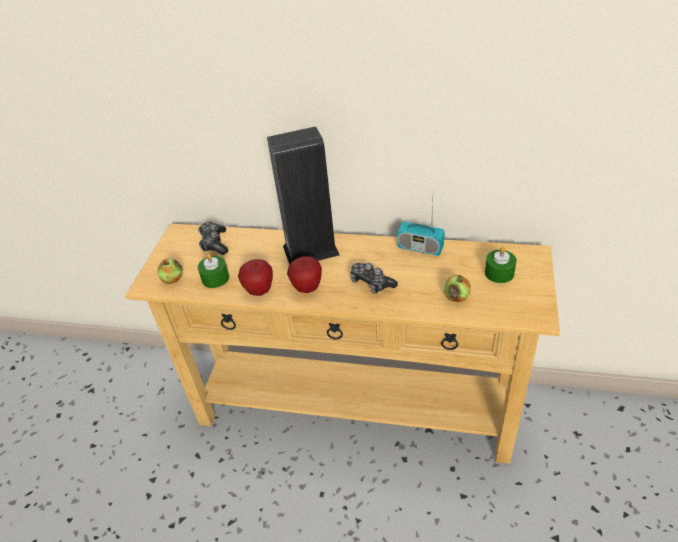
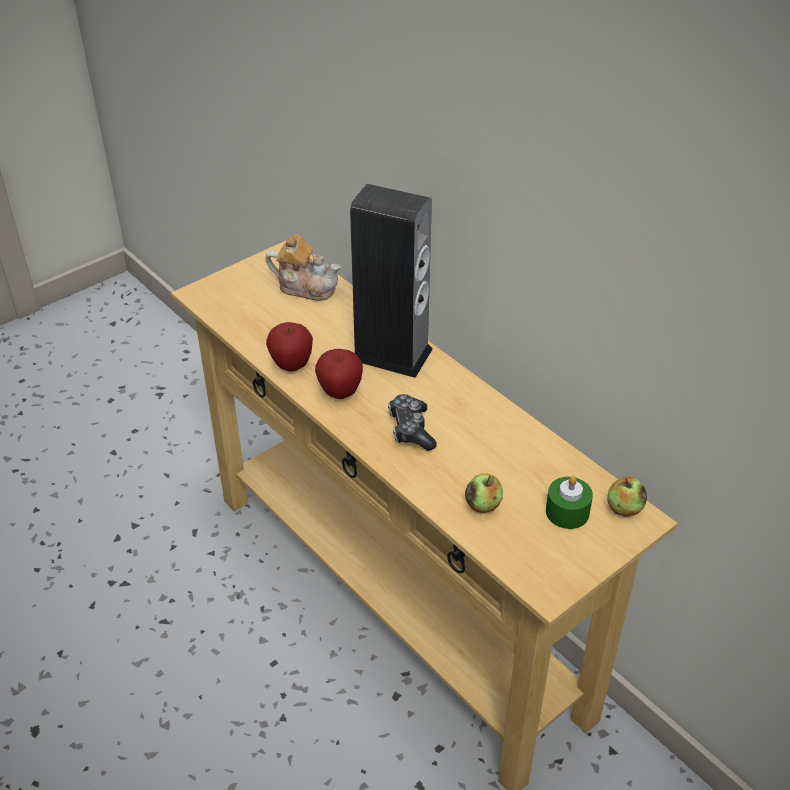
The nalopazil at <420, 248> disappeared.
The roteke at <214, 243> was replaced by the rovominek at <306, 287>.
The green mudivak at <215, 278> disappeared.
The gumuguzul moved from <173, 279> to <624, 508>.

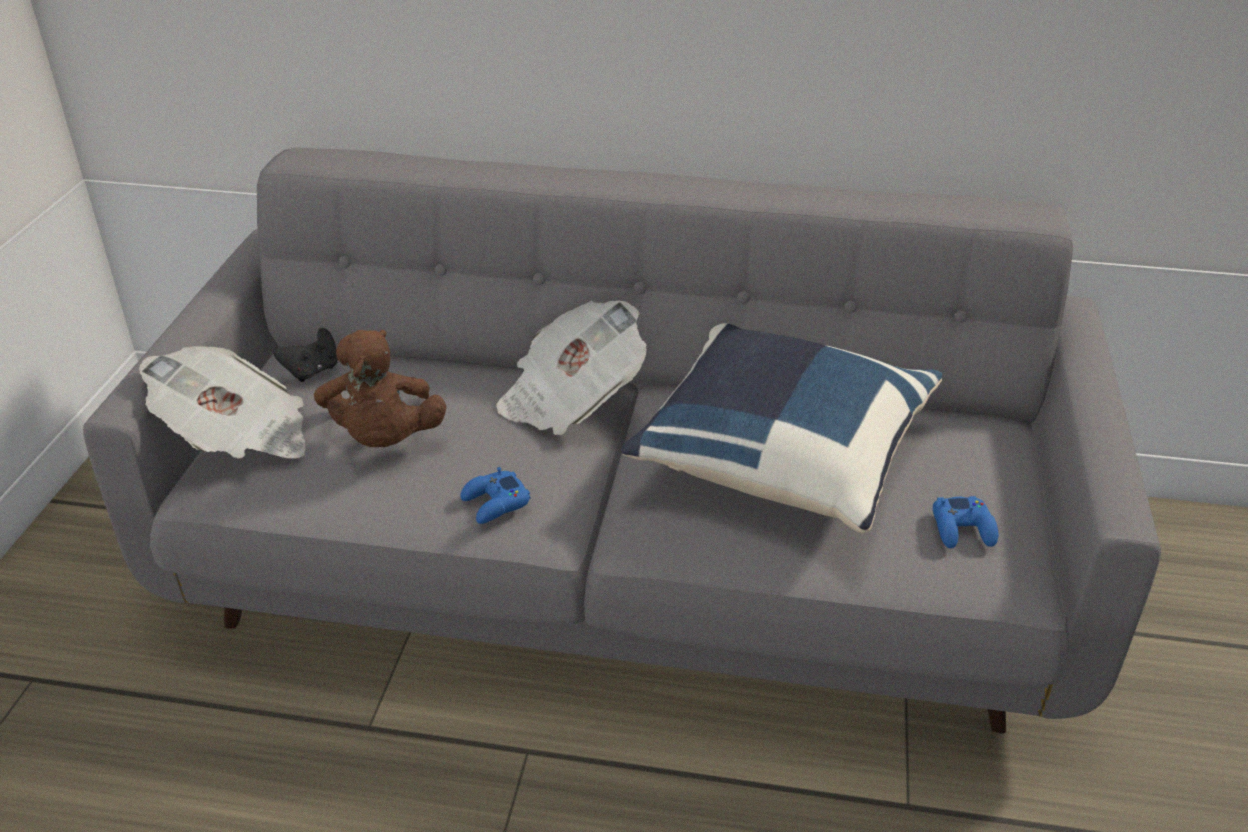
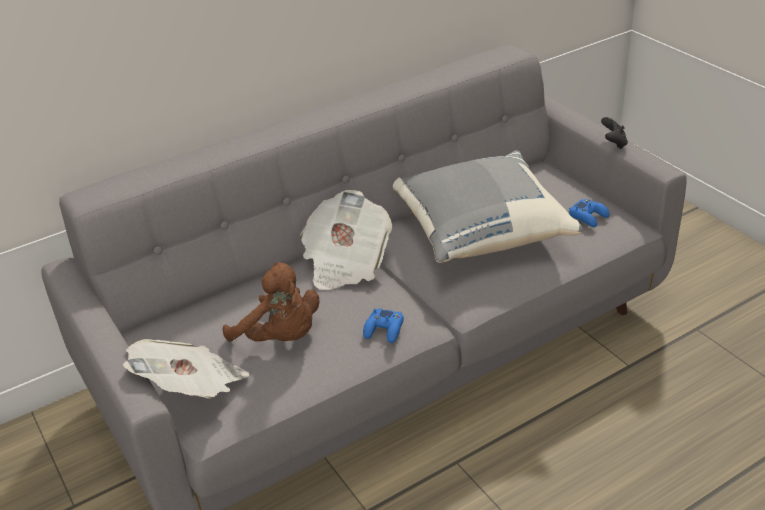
The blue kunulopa at <780, 457> became the grey kunulopa at <480, 231>.
The black roteke moved from <312, 371> to <613, 143>.

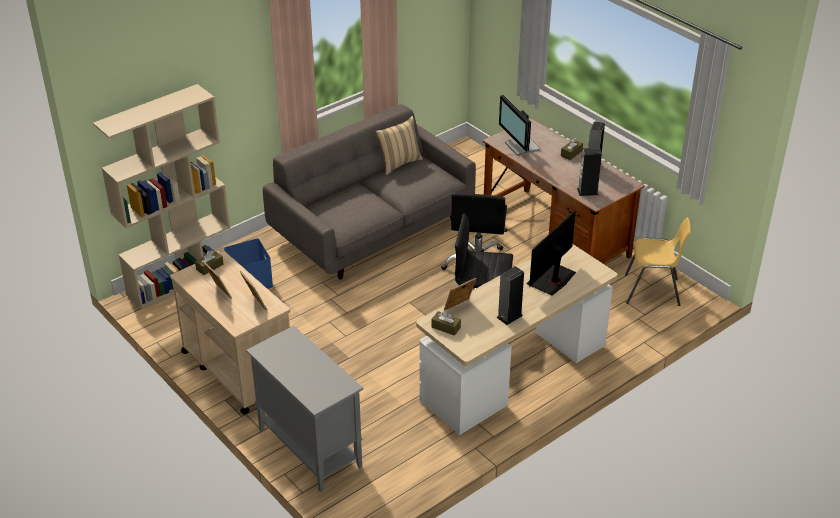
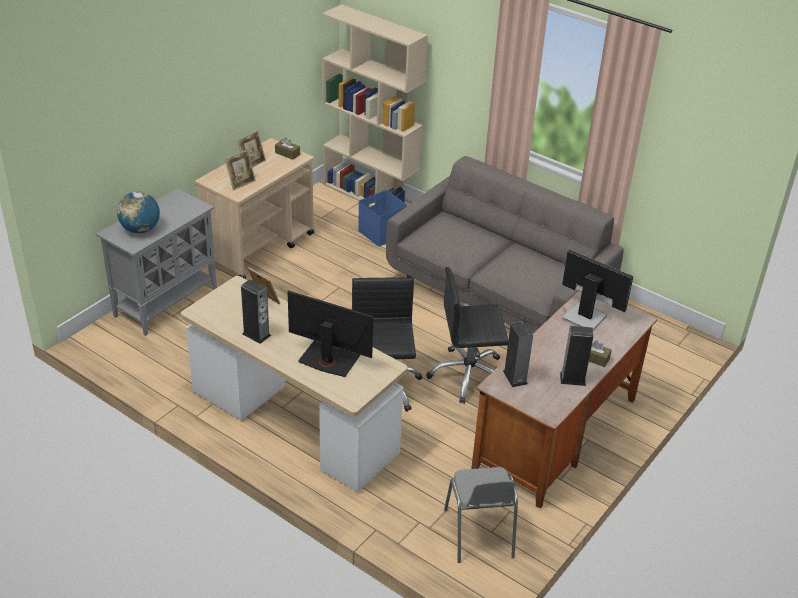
The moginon at <521, 147> turned 75 degrees clockwise.
The beige kunulopa at <399, 163> disappeared.
The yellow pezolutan at <652, 291> became the grey pezolutan at <479, 534>.
The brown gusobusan at <446, 327> disappeared.
The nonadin at <140, 229> appeared.

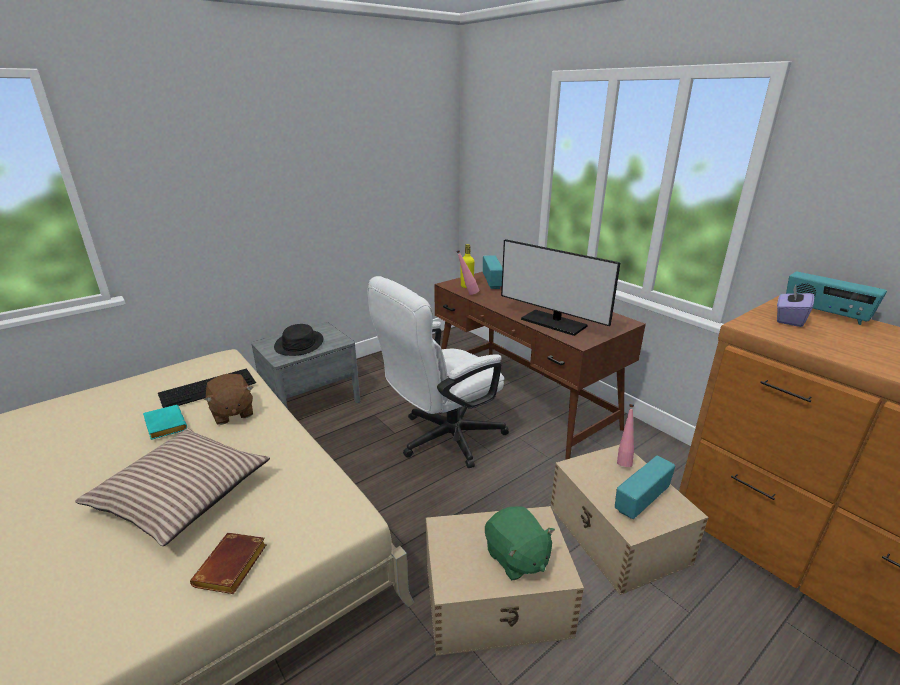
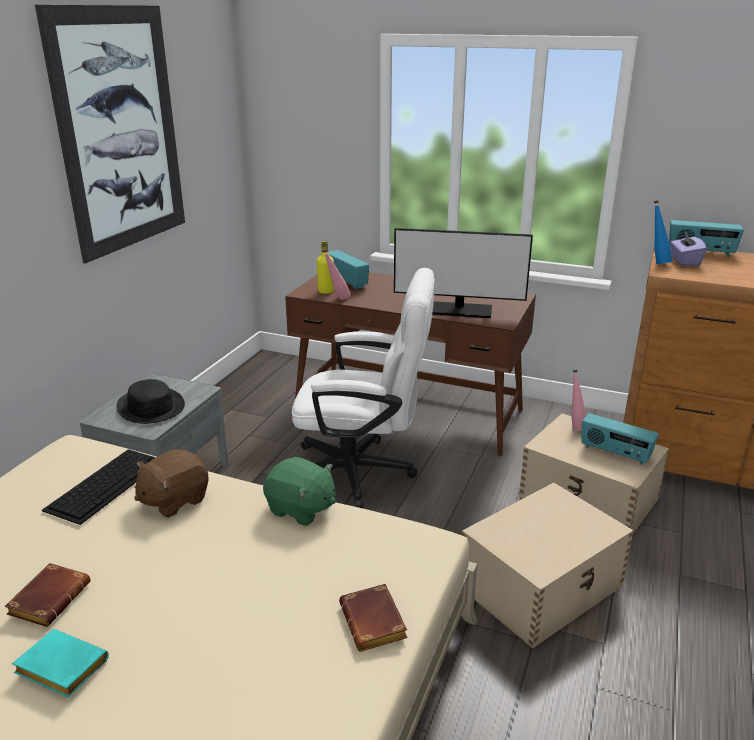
The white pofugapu at <442, 439> turned 105 degrees counterclockwise.
The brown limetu at <232, 413> turned 105 degrees clockwise.
The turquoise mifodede moved from <164, 425> to <59, 668>.
The kunulopa at <182, 494> disappeared.
The nalopazil at <640, 500> turned 75 degrees counterclockwise.
The green limetu moved from <516, 558> to <301, 509>.
The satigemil at <120, 131> appeared.
The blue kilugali at <656, 263> appeared.
The brown mifodede at <50, 598> appeared.

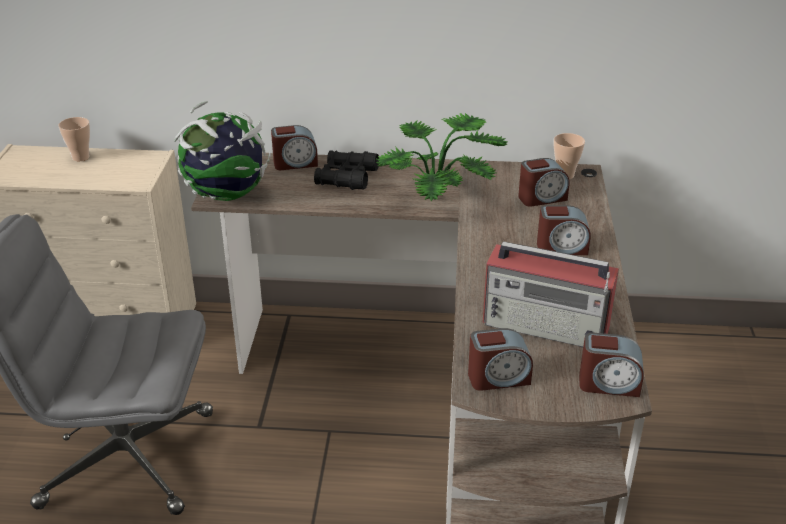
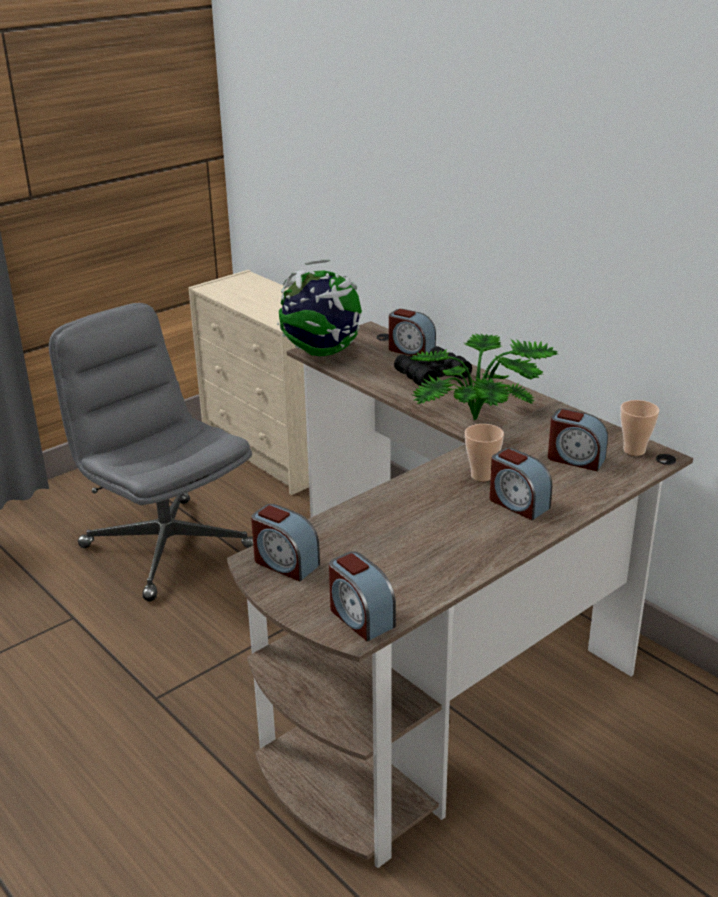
The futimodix moved from <80, 157> to <482, 476>.
The nalopazil at <547, 326> disappeared.

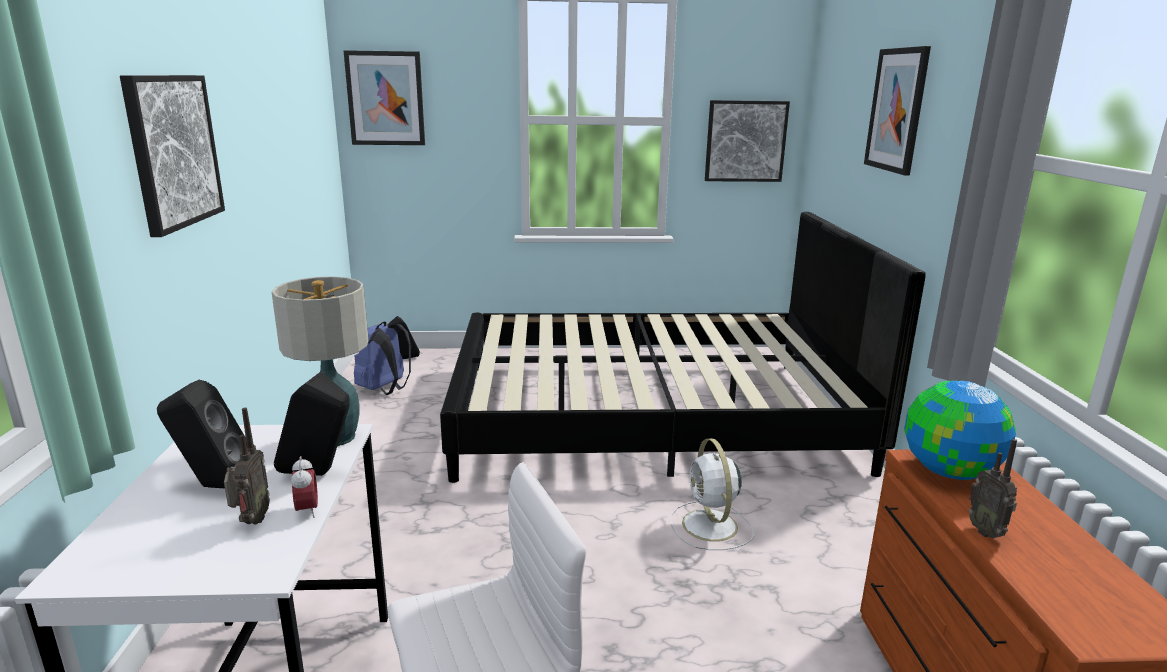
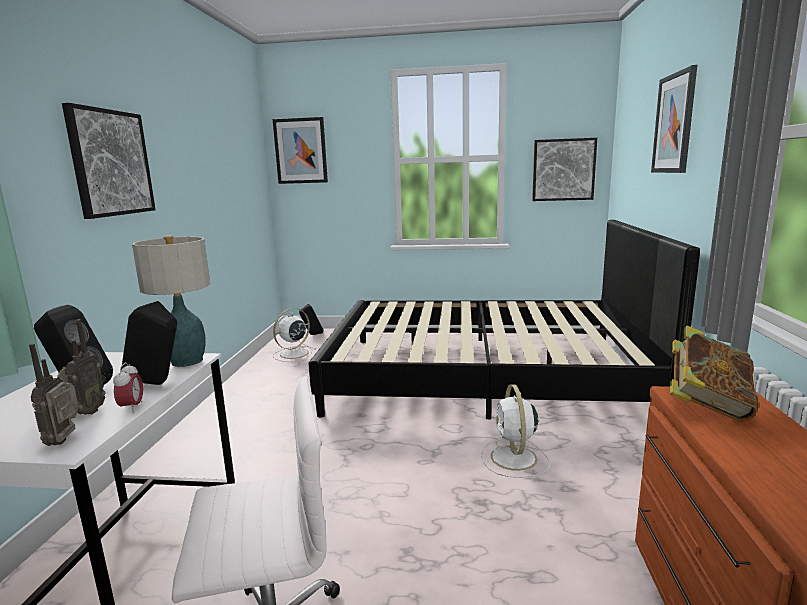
The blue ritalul at <385, 390> was replaced by the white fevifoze at <293, 354>.
The nonadin at <948, 472> was replaced by the mifodede at <707, 405>.
The nalopazil moved from <986, 532> to <66, 440>.

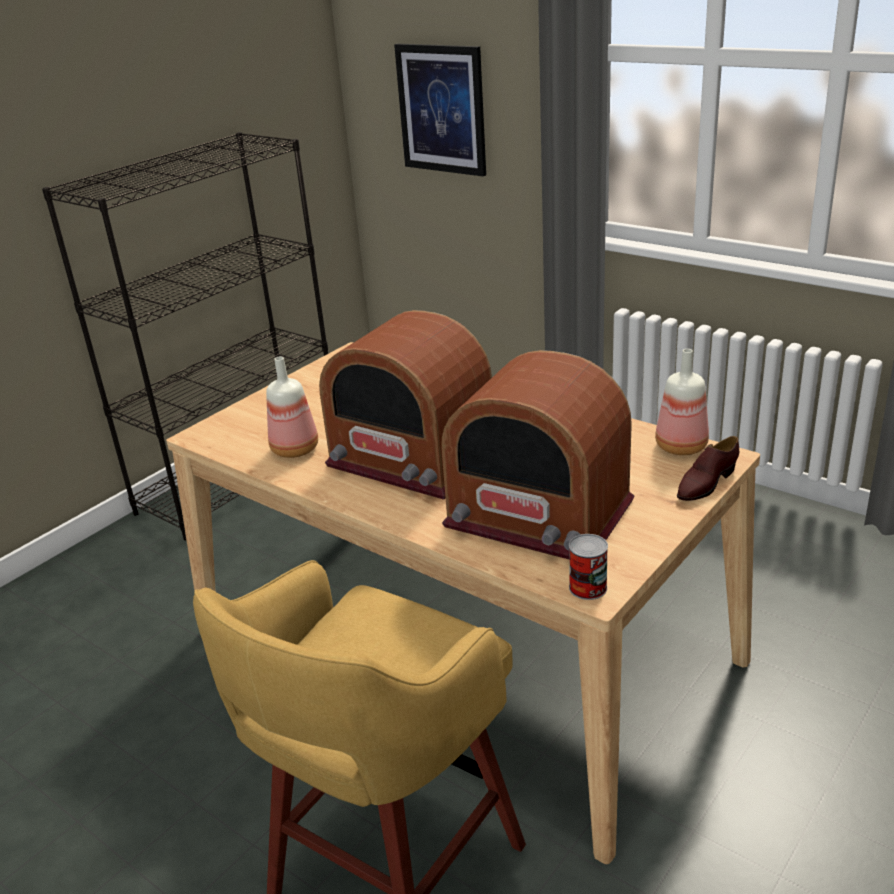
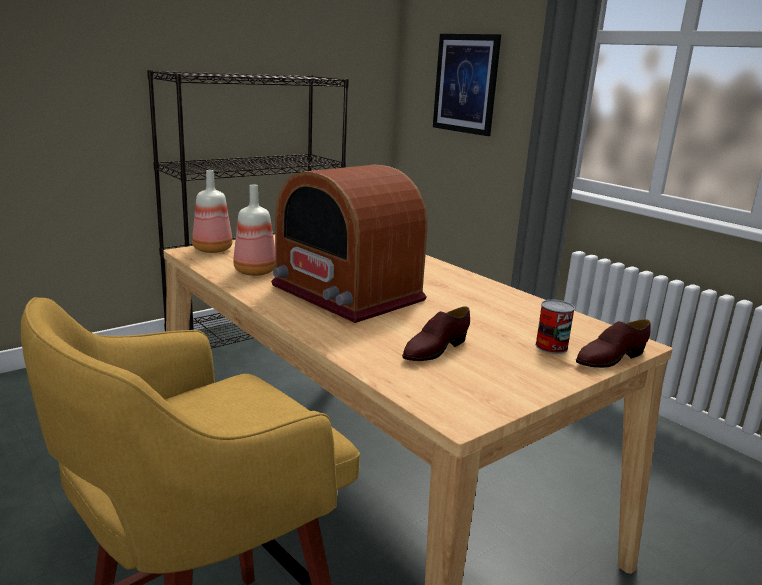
The kilugali moved from <679, 447> to <211, 249>.
The nalopazil at <538, 515> was replaced by the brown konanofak at <434, 349>.
The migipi moved from <588, 587> to <551, 346>.

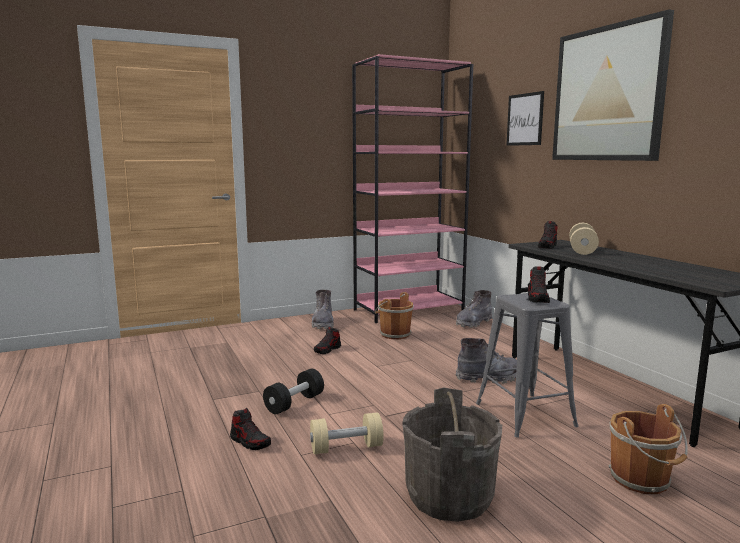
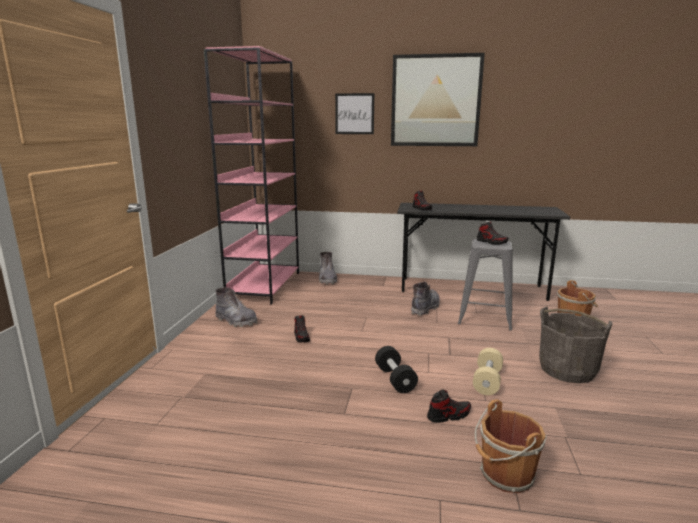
The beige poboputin at <582, 250> disappeared.
The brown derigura moved from <393, 334> to <505, 476>.

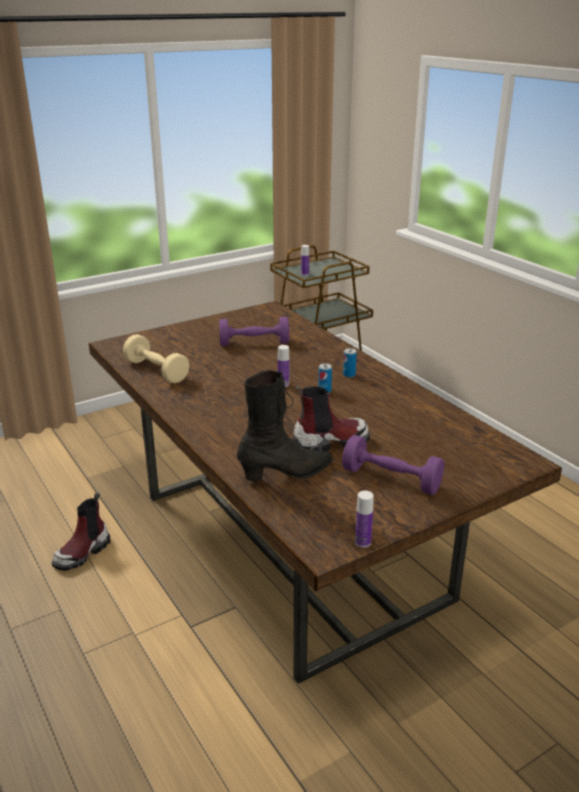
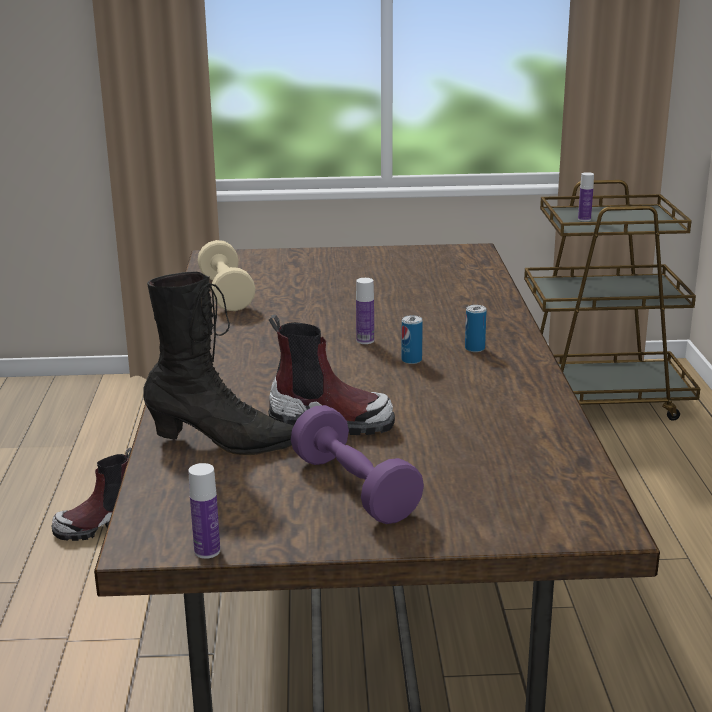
The purple poboputin at <254, 343> disappeared.

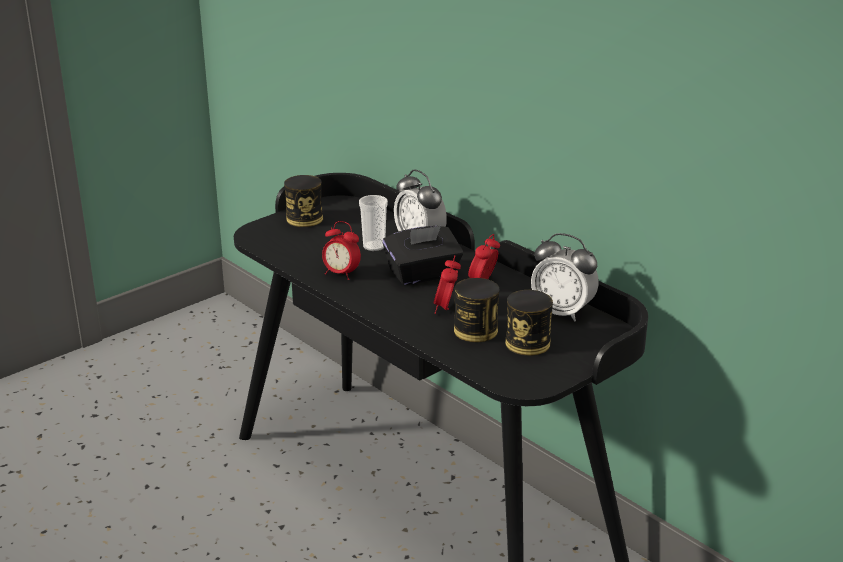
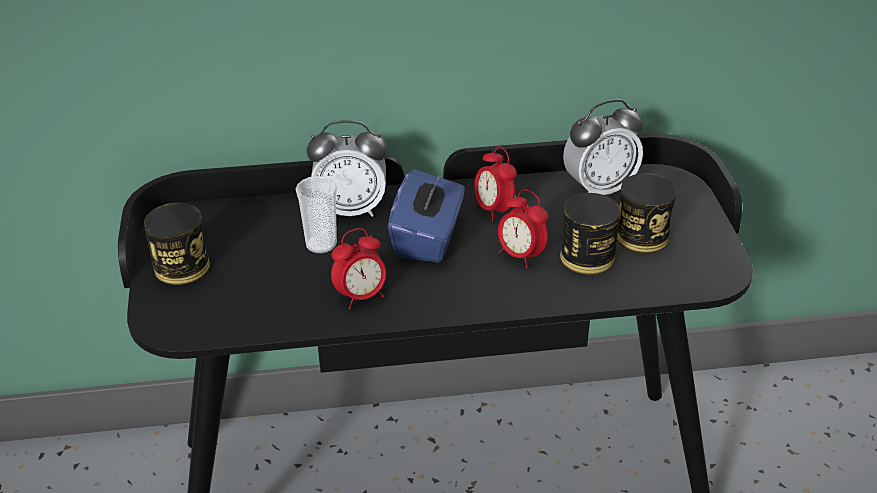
The black gusobusan at <423, 274> became the blue gusobusan at <428, 238>.

